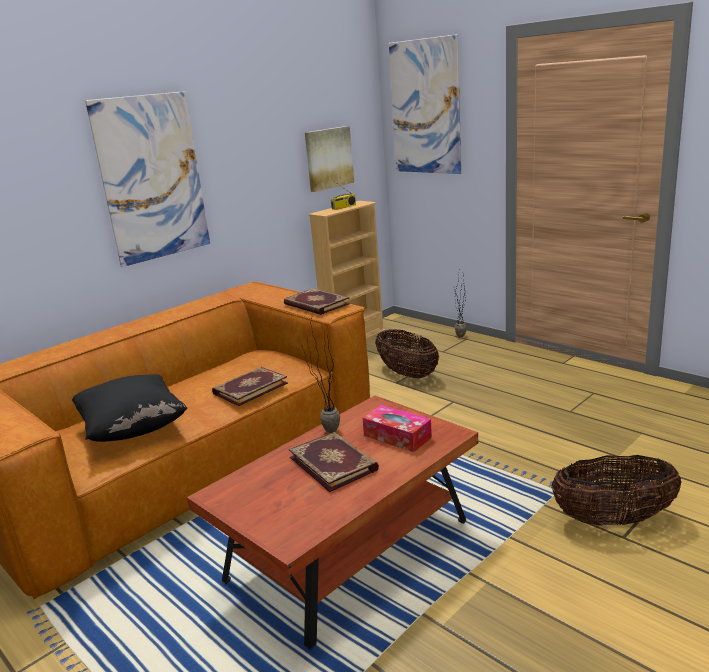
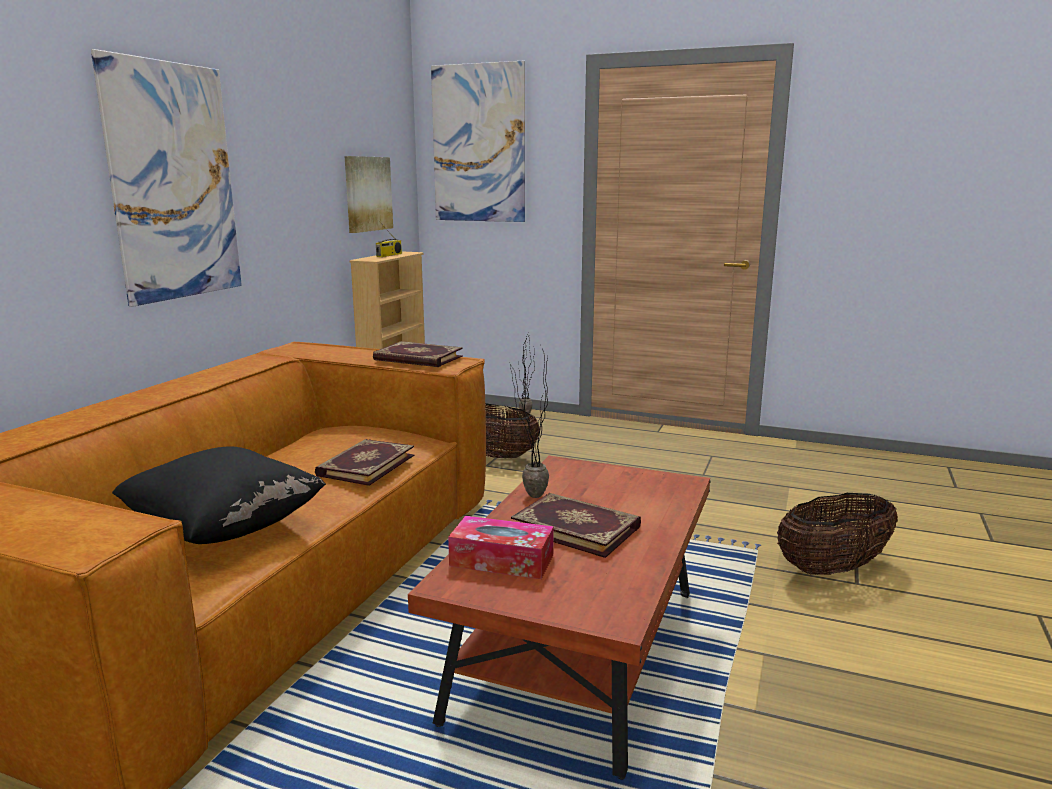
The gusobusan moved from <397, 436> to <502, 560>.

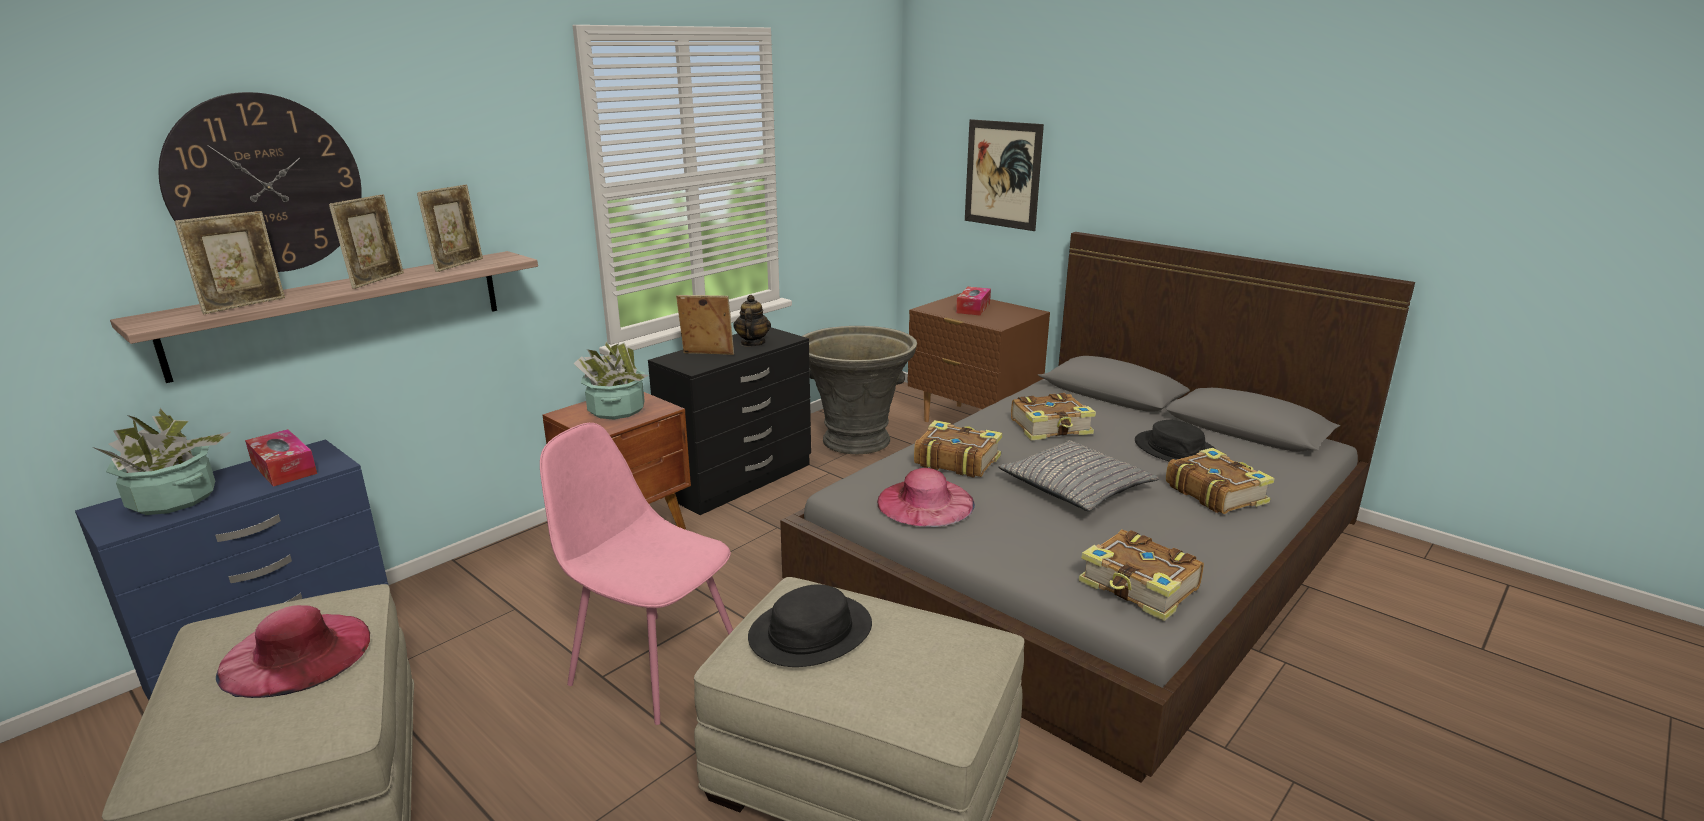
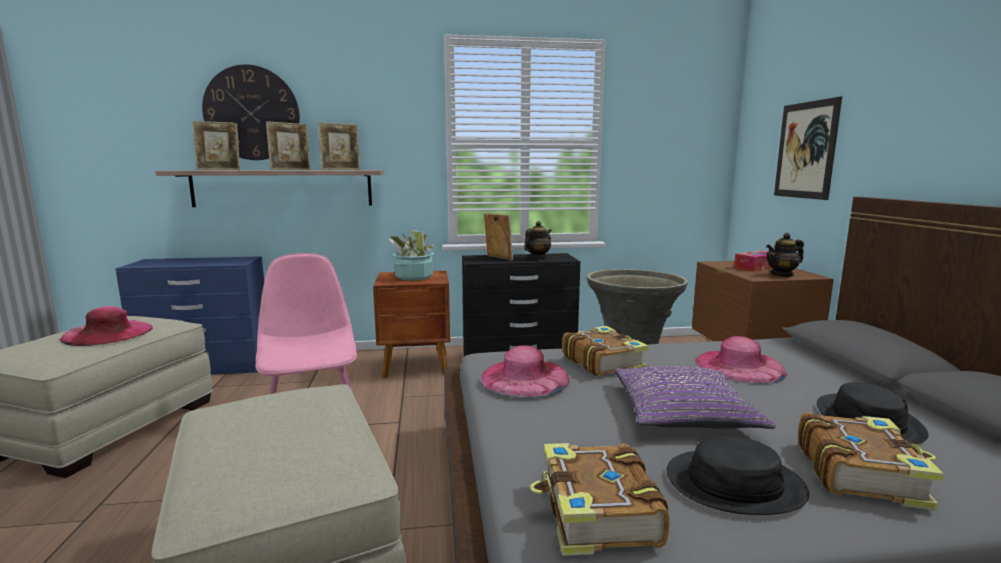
The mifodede at <1051, 428> was replaced by the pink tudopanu at <739, 366>.
The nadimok at <172, 499> disappeared.
The gusobusan at <284, 468> disappeared.
The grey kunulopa at <1075, 487> became the purple kunulopa at <683, 412>.
The black tudopanu moved from <810, 632> to <734, 483>.
The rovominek at <782, 275> appeared.

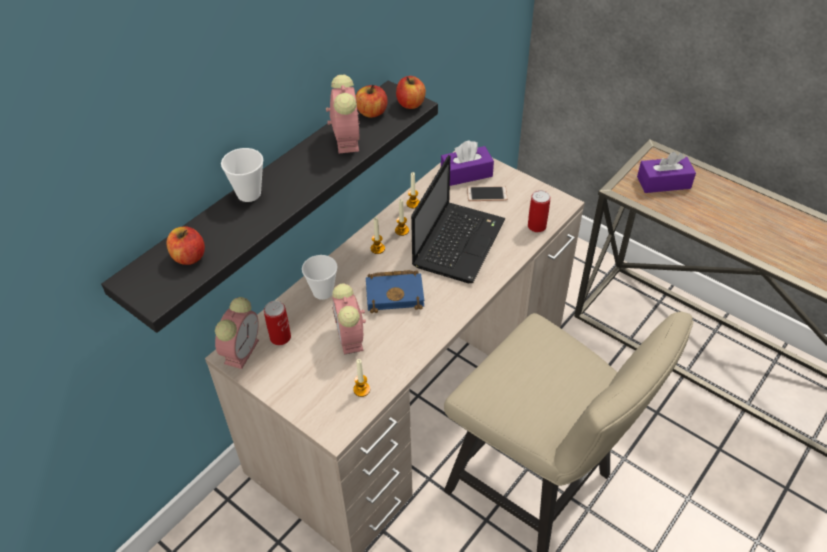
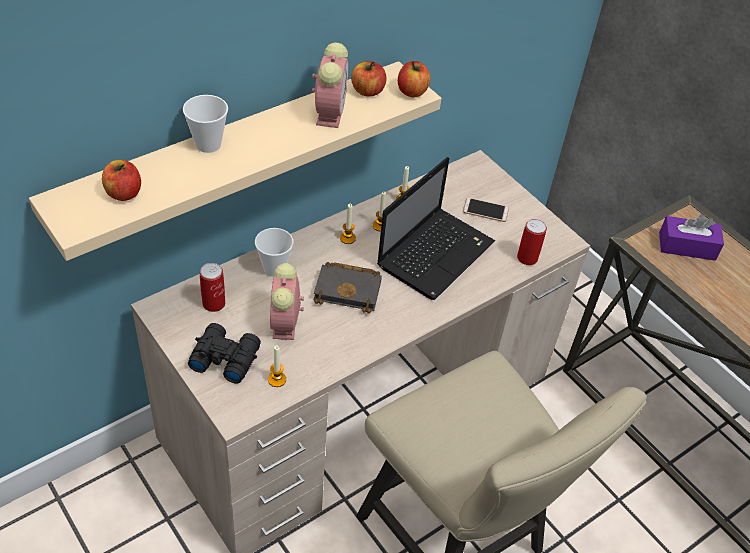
The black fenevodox at <267, 198> became the beige fenevodox at <233, 155>.
The purple gusobusan at <466, 174> disappeared.
The blue mifodede at <396, 293> became the black mifodede at <349, 290>.
The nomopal at <242, 350> disappeared.
The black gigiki at <224, 357> appeared.

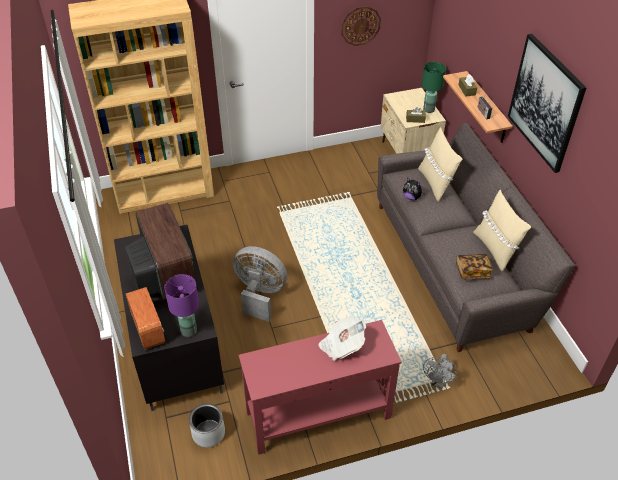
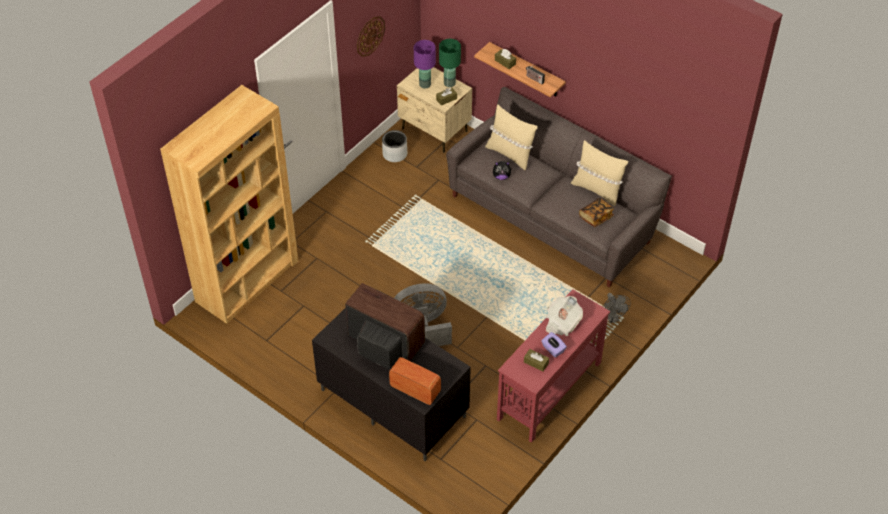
The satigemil at <545, 103> disappeared.
The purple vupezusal moved from <189, 330> to <425, 84>.
The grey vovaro moved from <209, 433> to <395, 154>.
The purple gusobusan at <553, 349> appeared.
The brown gusobusan at <536, 363> appeared.

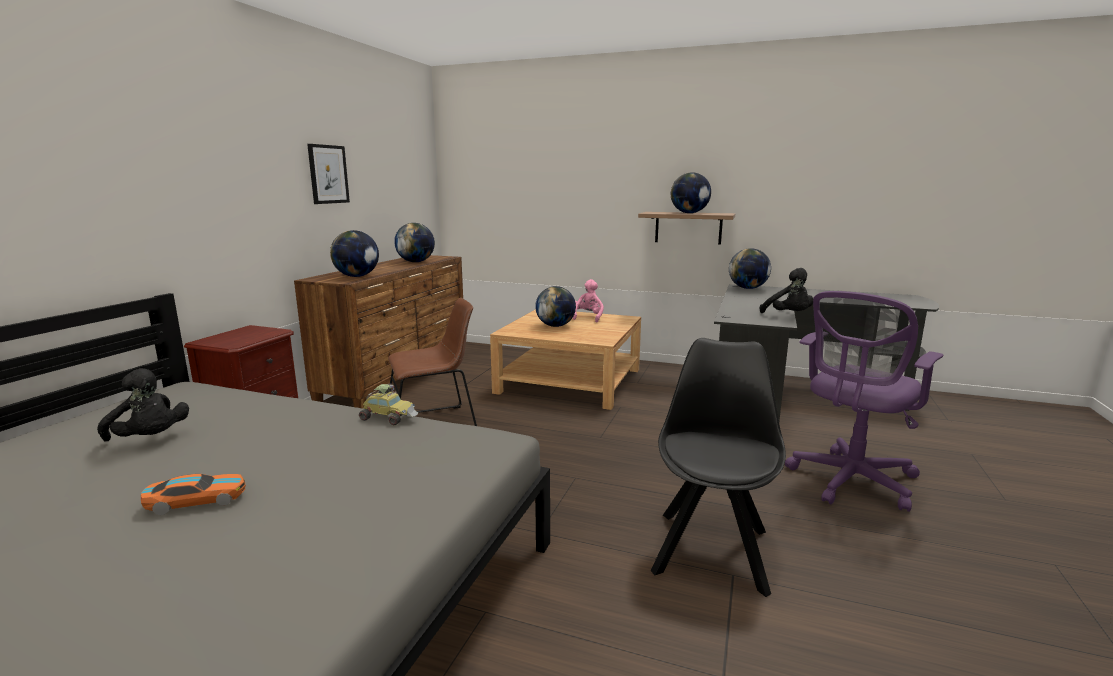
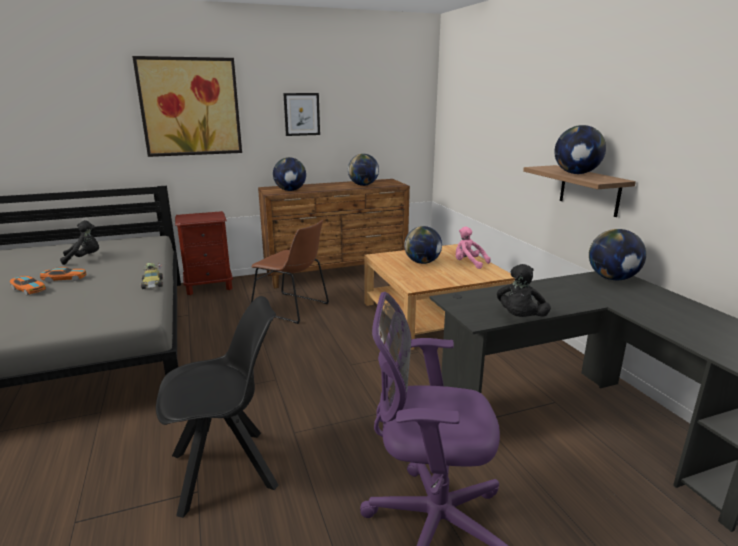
The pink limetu at <588, 317> turned 120 degrees counterclockwise.
The black limetu at <150, 439> turned 105 degrees counterclockwise.
The satigemil at <190, 107> appeared.
The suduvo at <64, 279> appeared.

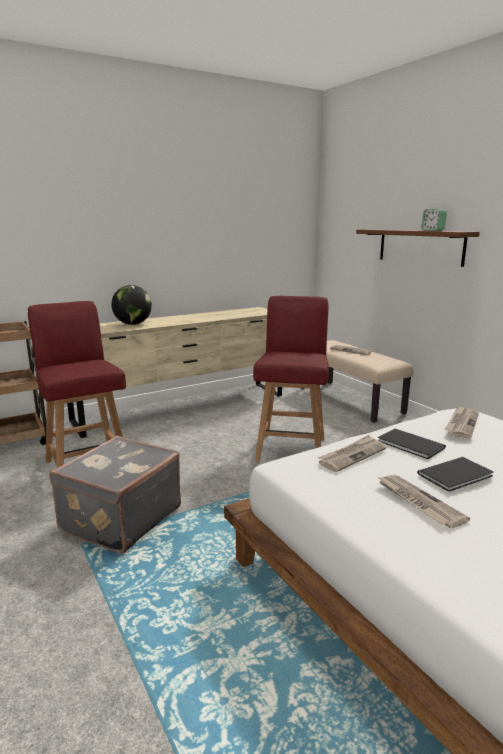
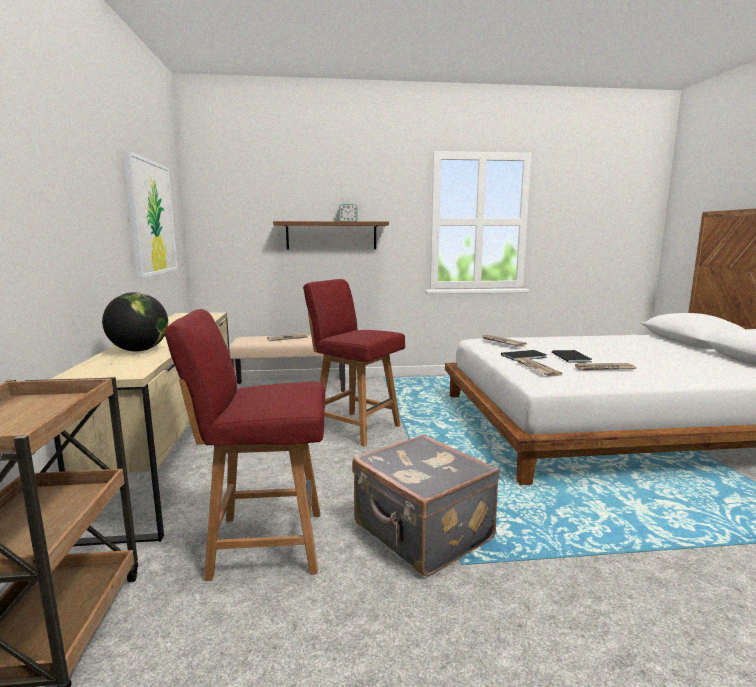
The satigemil at <151, 218> appeared.

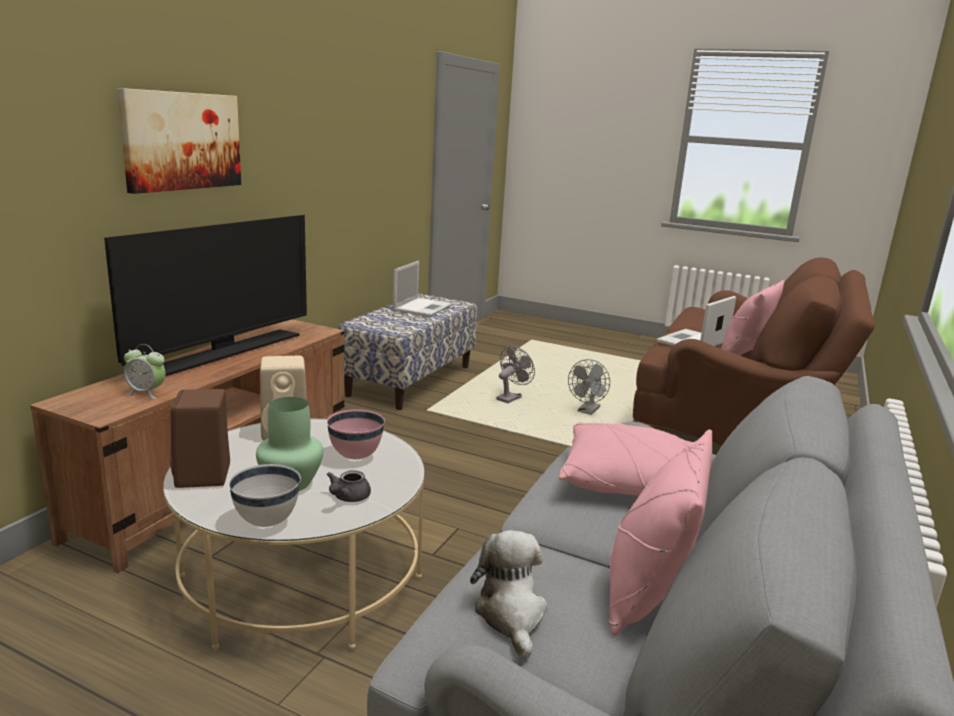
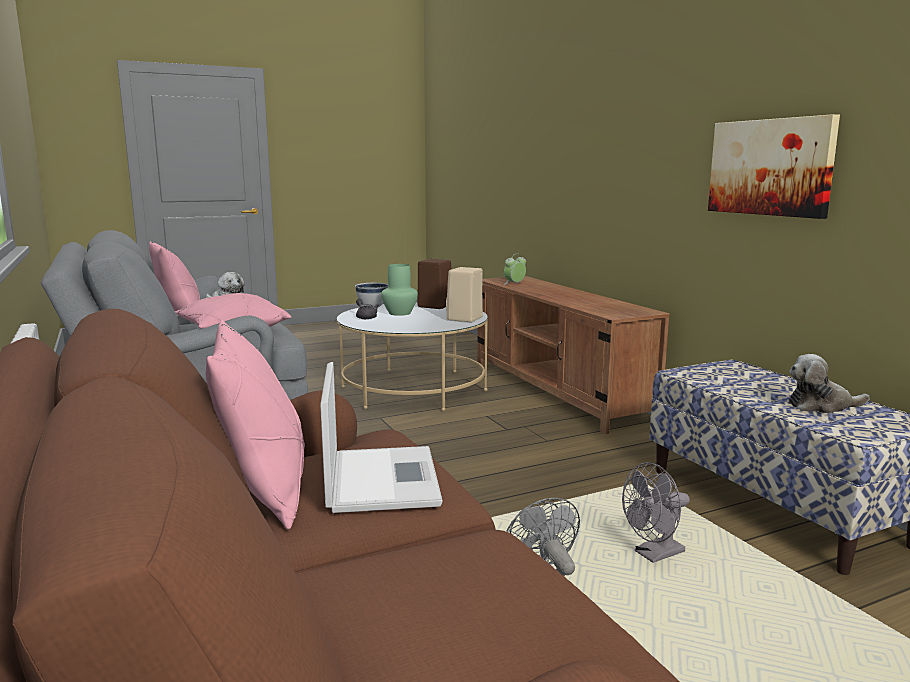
The satigemil moved from <182, 141> to <770, 167>.
The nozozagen at <223, 353> disappeared.
The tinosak at <423, 307> was replaced by the limetu at <821, 406>.
The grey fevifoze at <511, 398> turned 75 degrees clockwise.
The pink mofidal at <355, 456> disappeared.

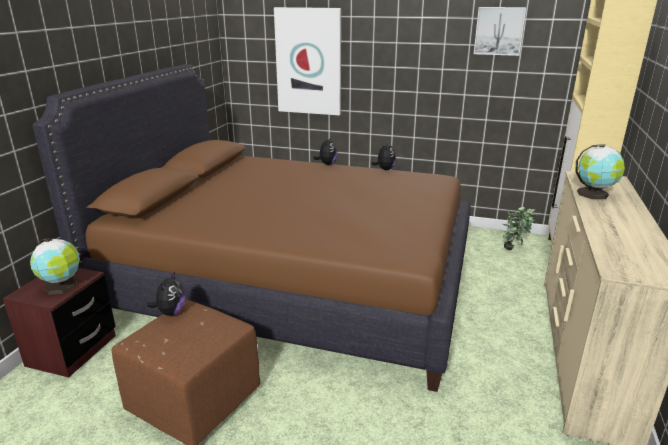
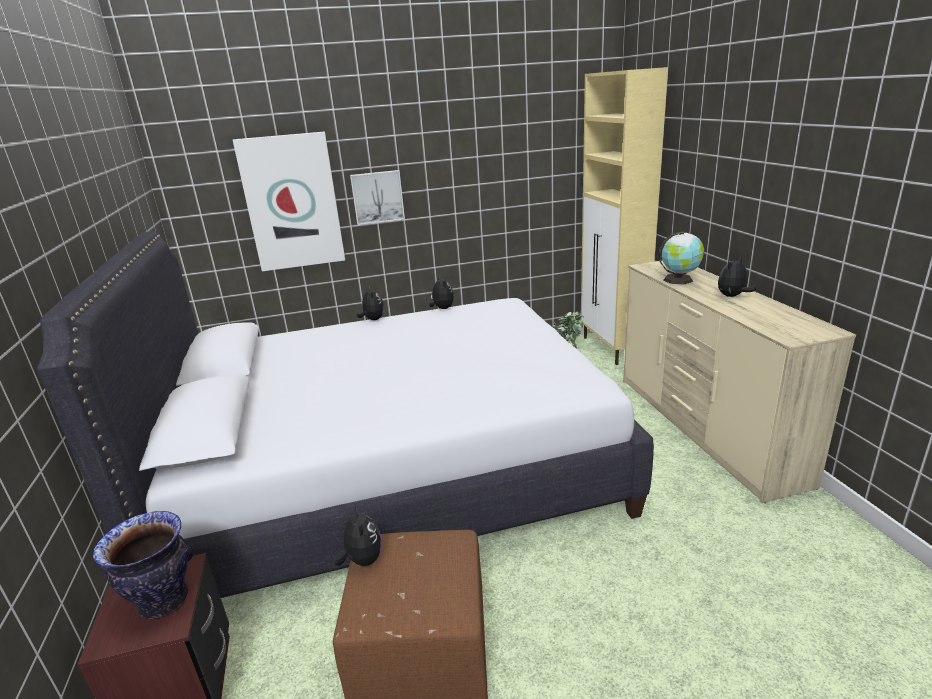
The satigemil moved from <499, 31> to <377, 197>.
The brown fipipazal at <293, 285> became the white fipipazal at <396, 473>.
The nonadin at <62, 286> was replaced by the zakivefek at <164, 600>.
The limetu at <732, 296> appeared.

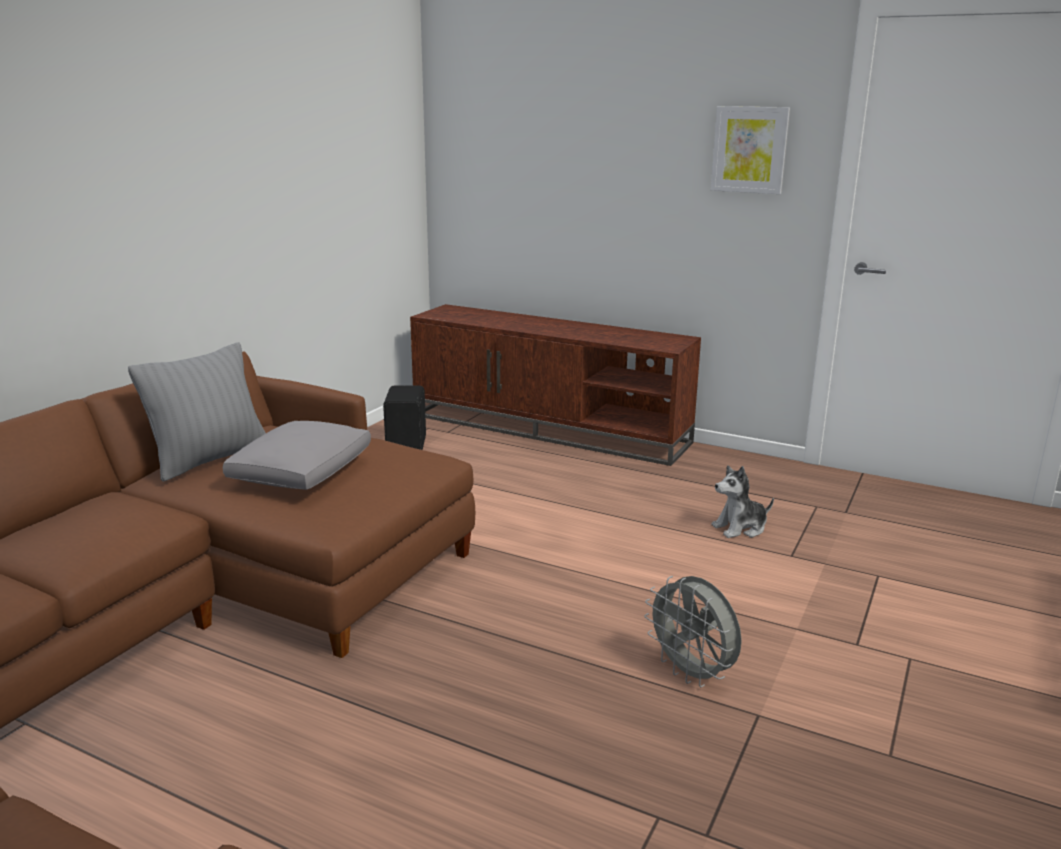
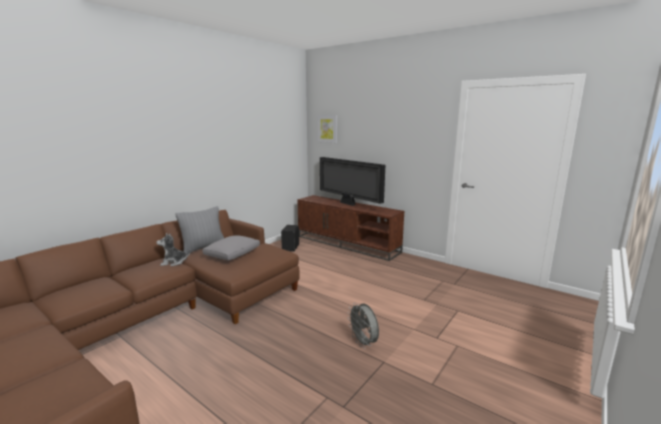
The satigemil moved from <749, 150> to <327, 129>.
The limetu moved from <740, 528> to <174, 262>.
The nozozagen at <348, 204> appeared.

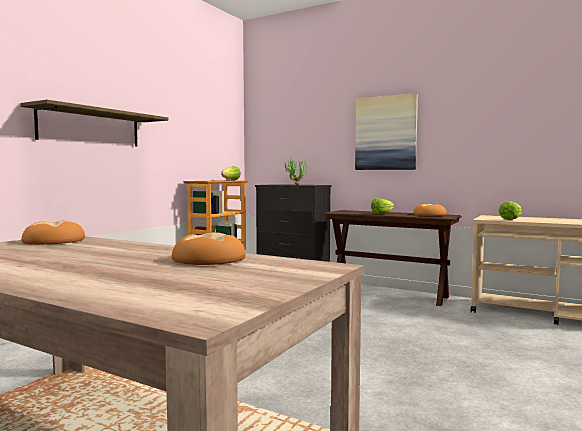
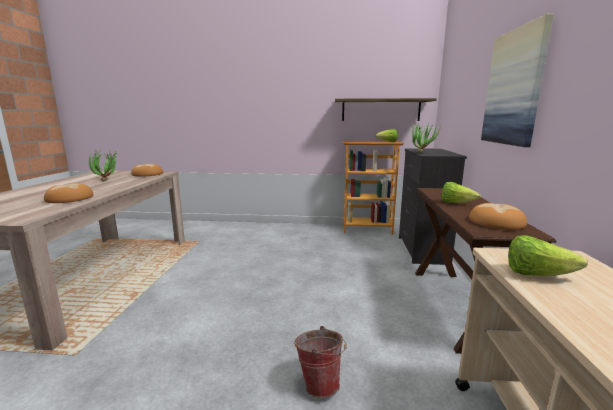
The fenevodox moved from <90, 127> to <380, 110>.
The nadimok at <108, 180> appeared.
The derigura at <320, 382> appeared.

